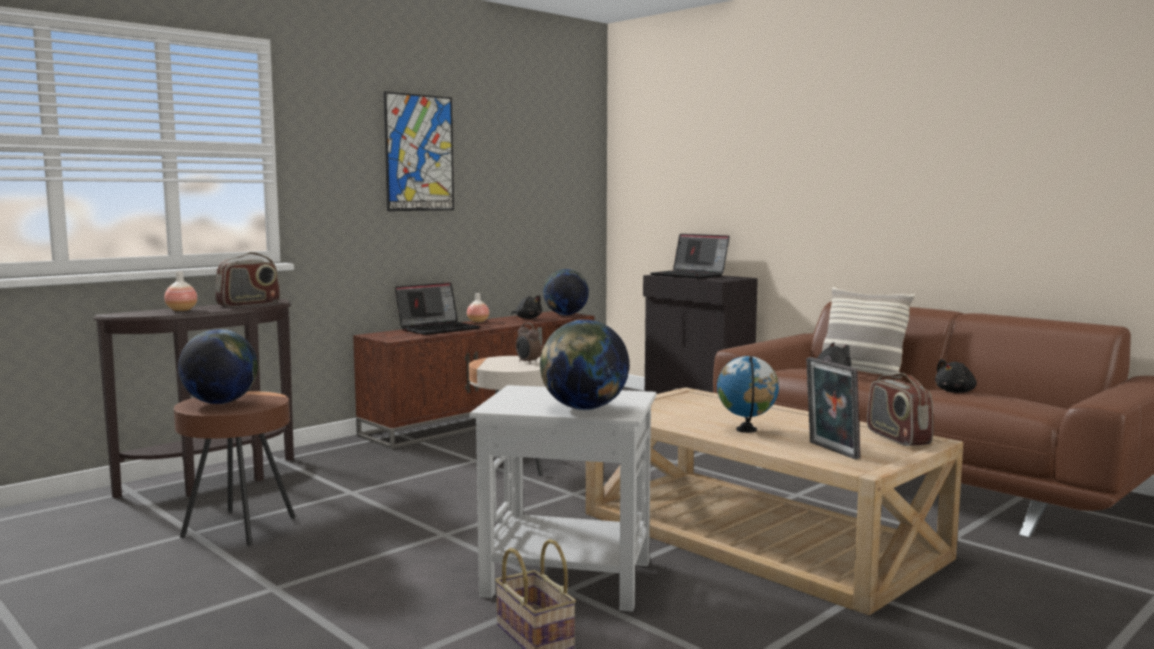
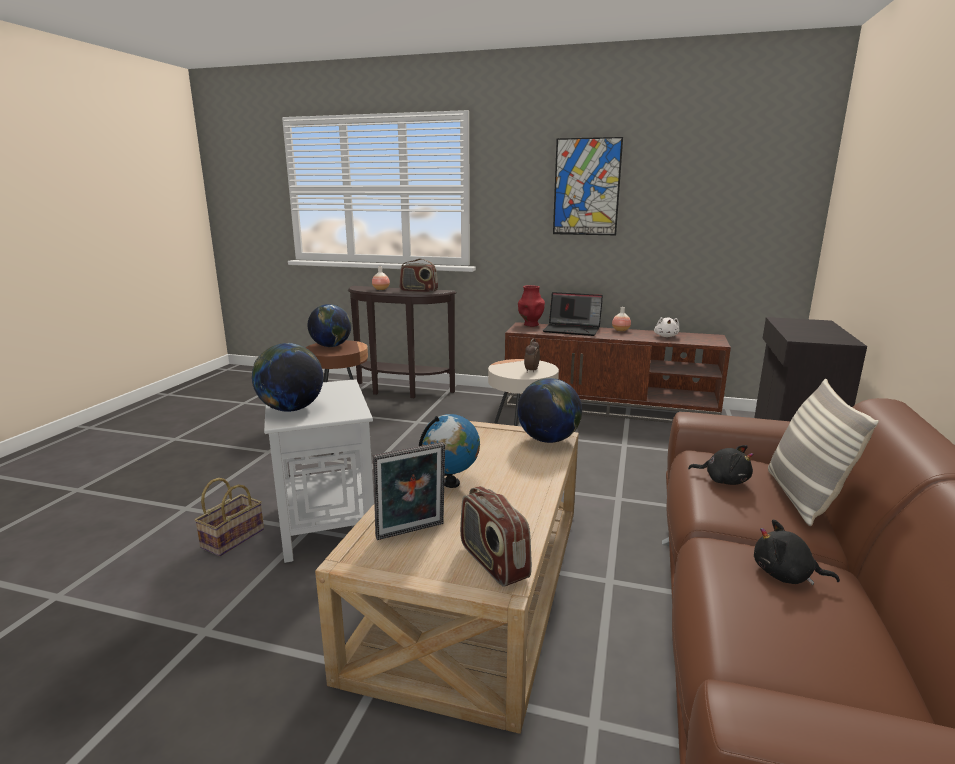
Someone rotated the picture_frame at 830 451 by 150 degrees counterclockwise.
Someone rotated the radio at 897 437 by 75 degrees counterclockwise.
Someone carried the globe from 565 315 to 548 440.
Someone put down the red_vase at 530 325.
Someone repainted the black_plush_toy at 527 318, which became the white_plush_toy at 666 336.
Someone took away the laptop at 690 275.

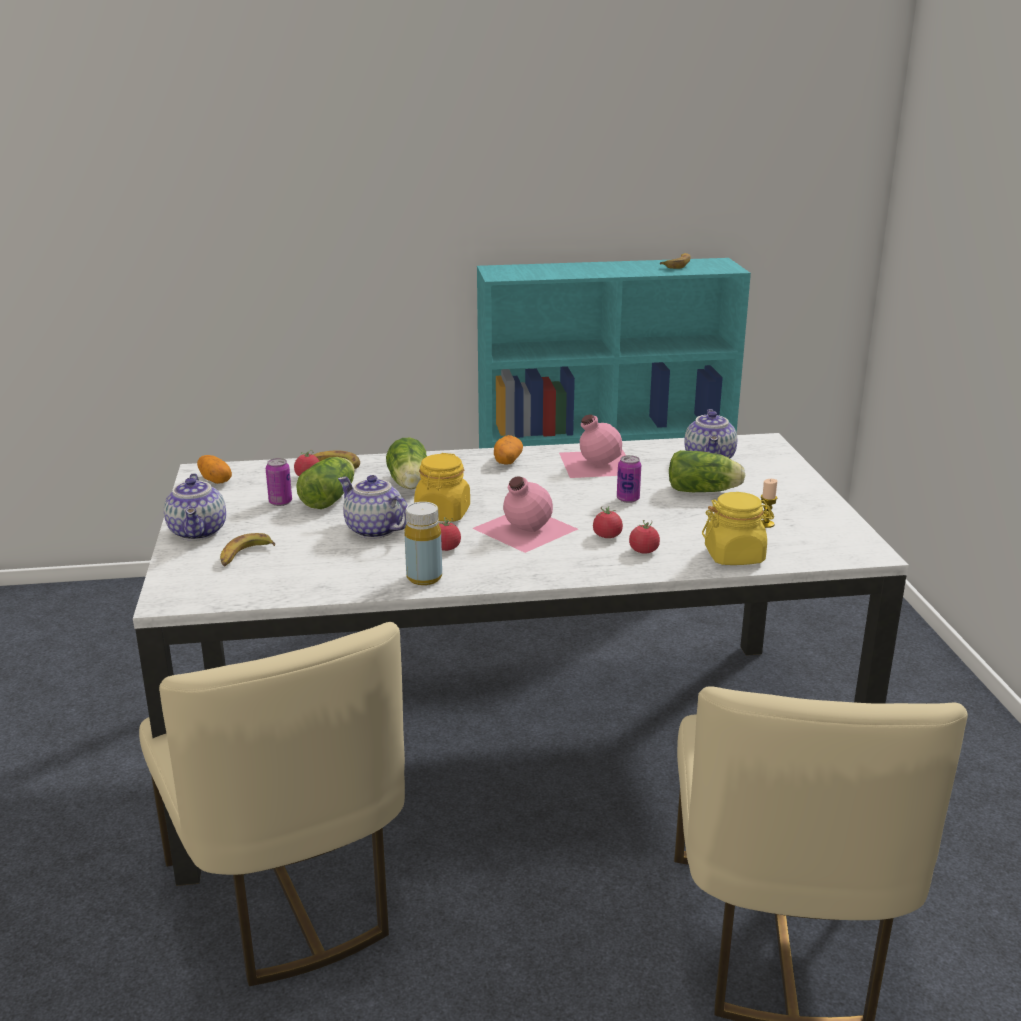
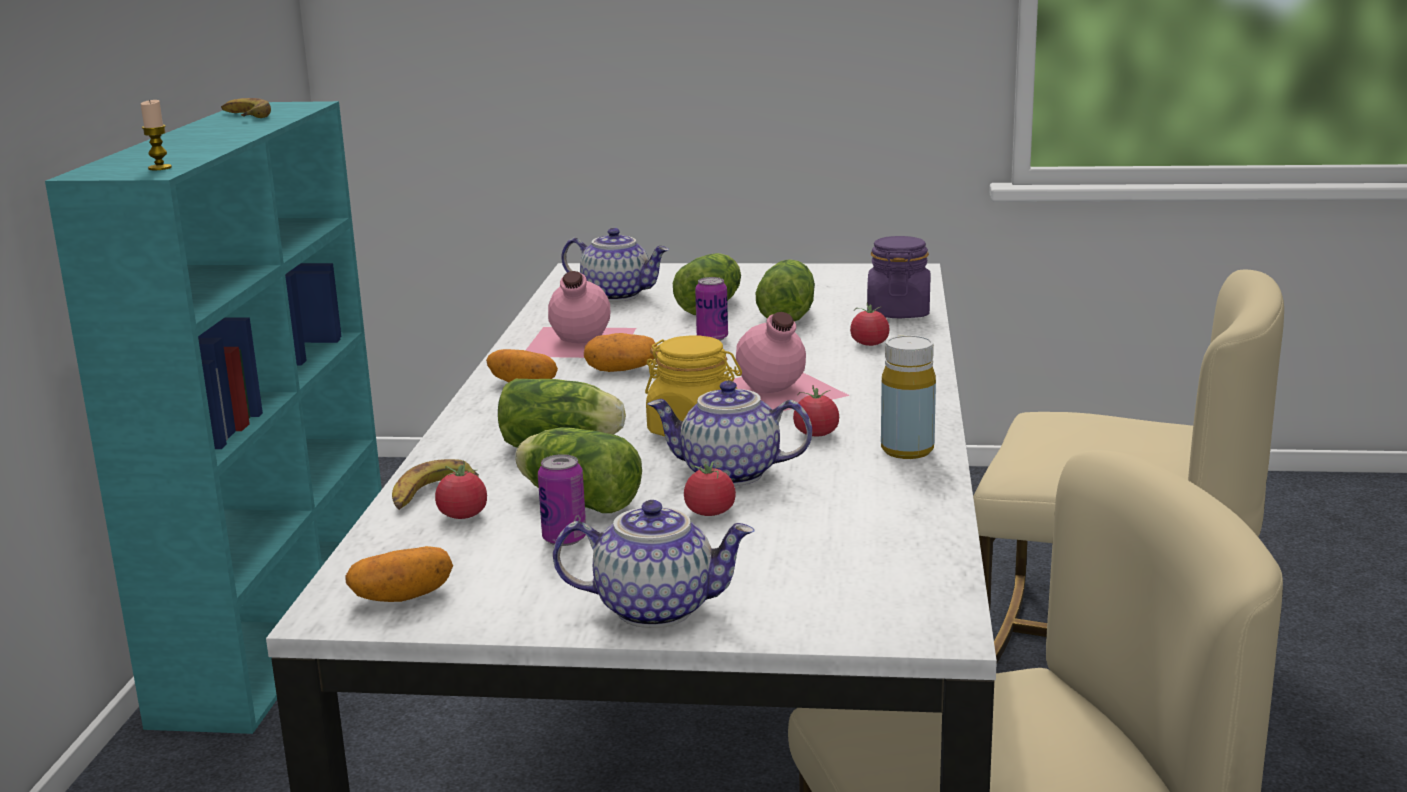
Someone carried the candle from 766 524 to 160 168.
Someone put down the potato at 621 370.
Someone rotated the teapot at 373 530 by 45 degrees clockwise.
Someone carried the tomato from 607 536 to 710 513.
Someone put down the lettuce at 788 313.
Someone repainted the yellow_jar at 734 556, which became the purple_jar at 898 312.
Someone took away the banana at 244 556.

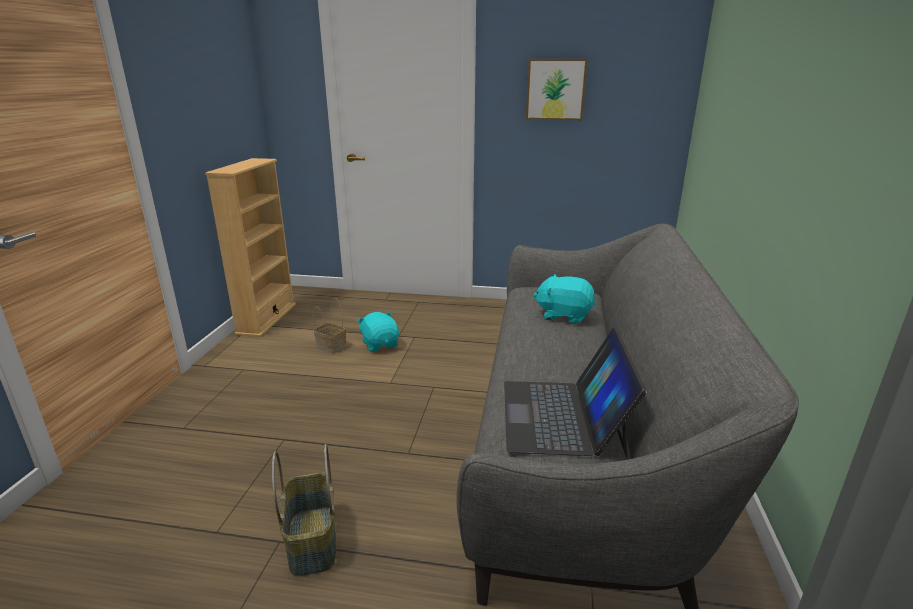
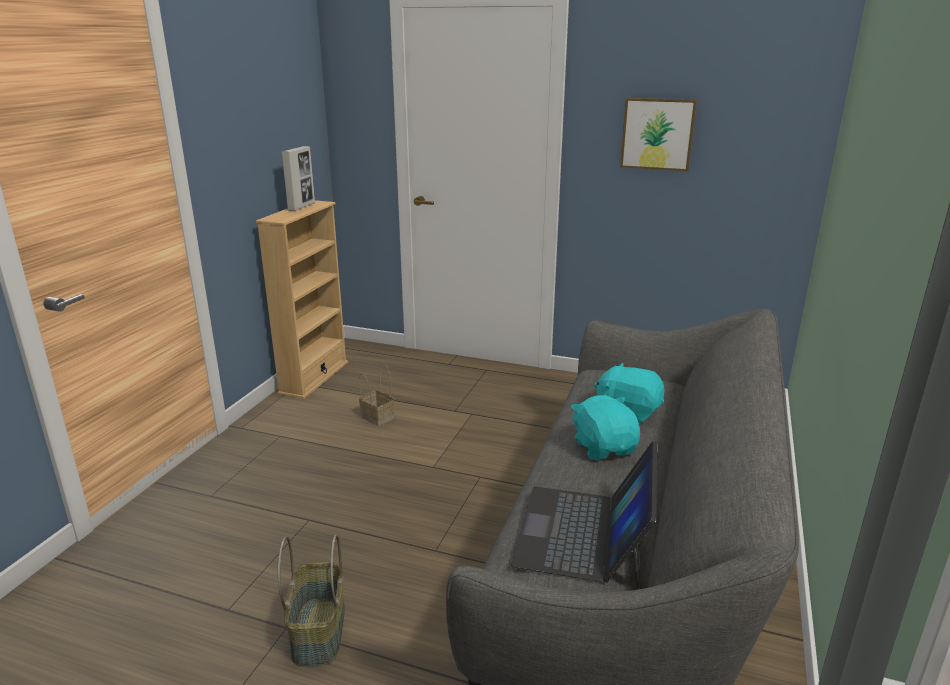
Someone put down the picture_frame at 301 207.
Someone carried the turquoise_plush_toy from 380 344 to 604 447.

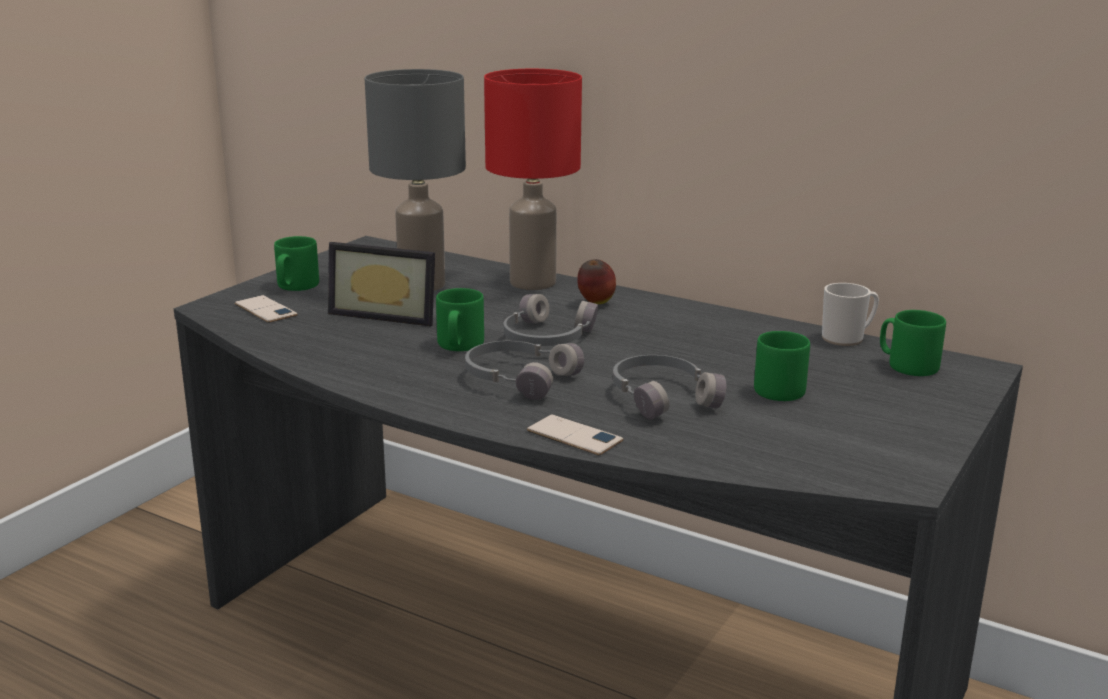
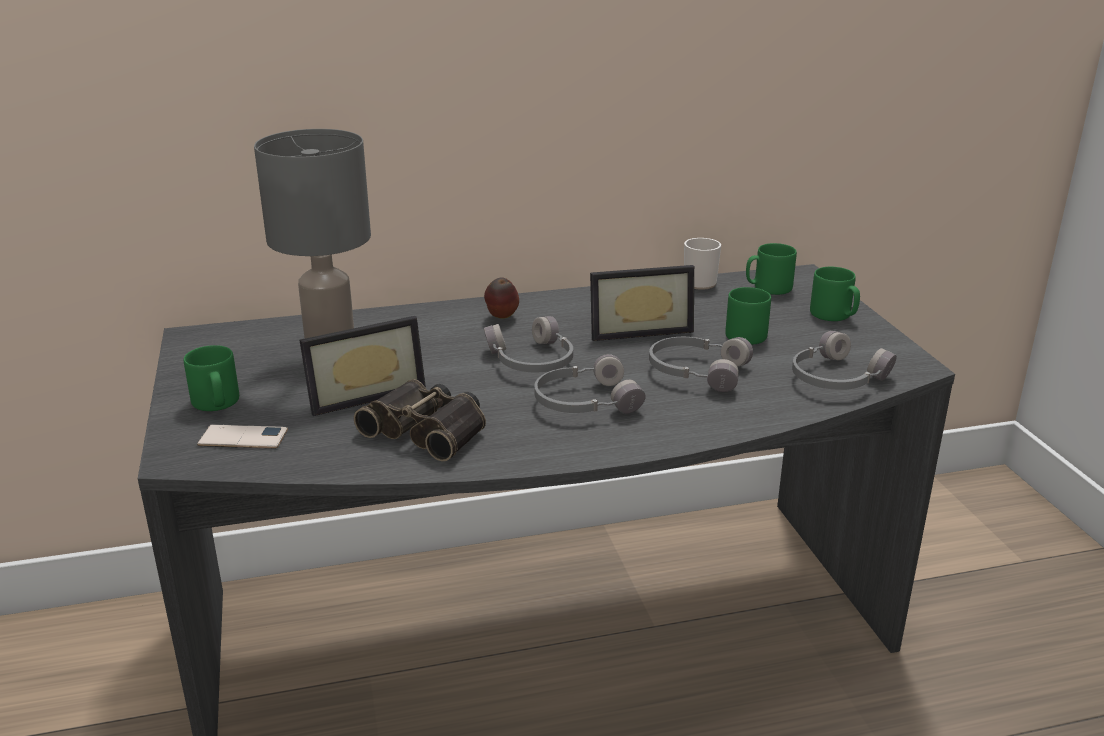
Someone put down the binoculars at 429 429.
Someone put down the picture_frame at 638 329.
Someone put down the grey_headphones at 835 378.
Someone carried the green_mug from 459 346 to 834 315.
Someone took away the red_table_lamp at 534 283.
Someone took away the phone at 574 436.

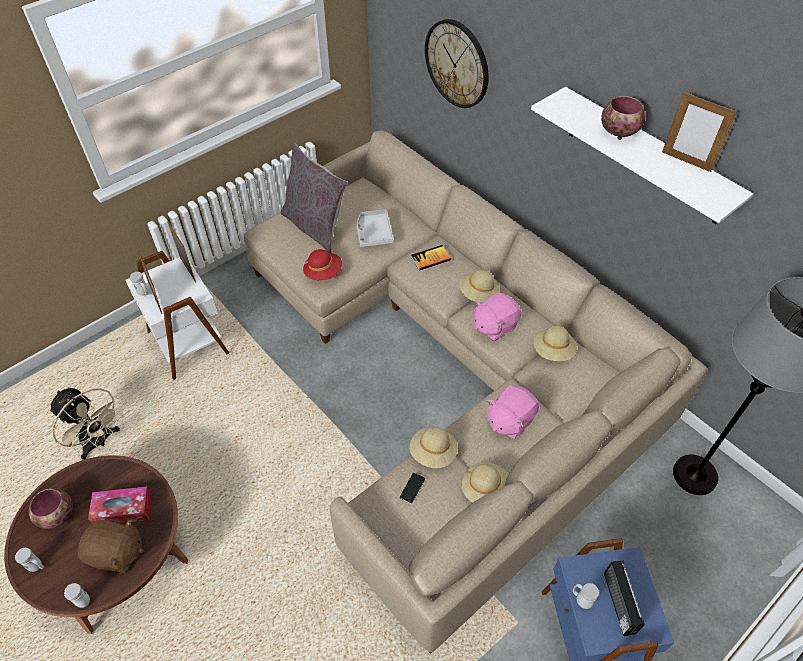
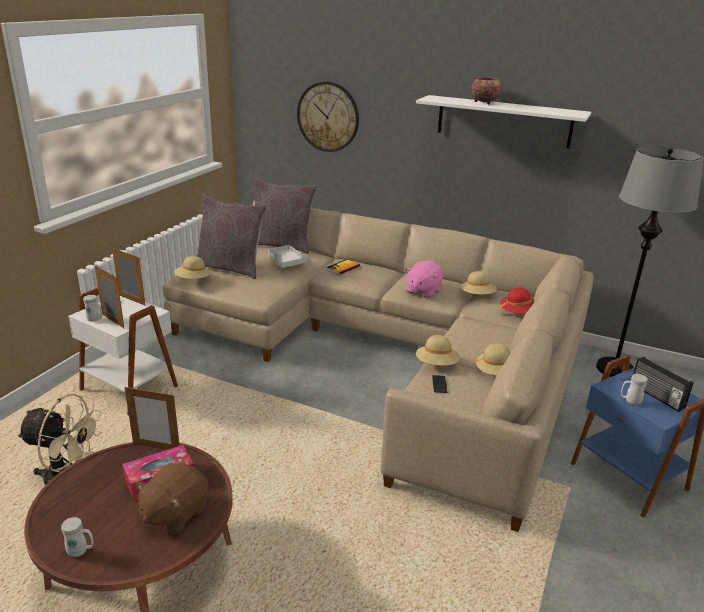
Someone carried the picture_frame from 686 161 to 156 447.
Someone rotated the brown_plush_toy at 116 553 by 135 degrees clockwise.
Someone carried the beige_hat from 478 294 to 193 280.
Someone put down the grey_pillow at 281 245.
Someone carried the red_hat from 323 273 to 518 313.
Someone took away the bowl at 57 516.
Someone took away the white_mug at 81 599.
Someone took away the pink_plush_toy at 509 420.

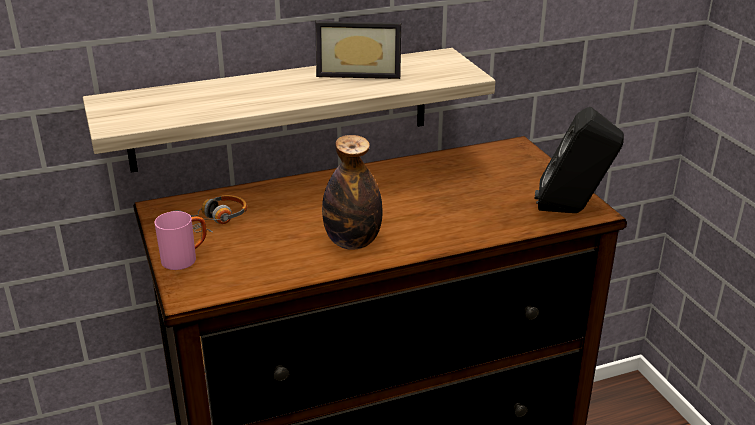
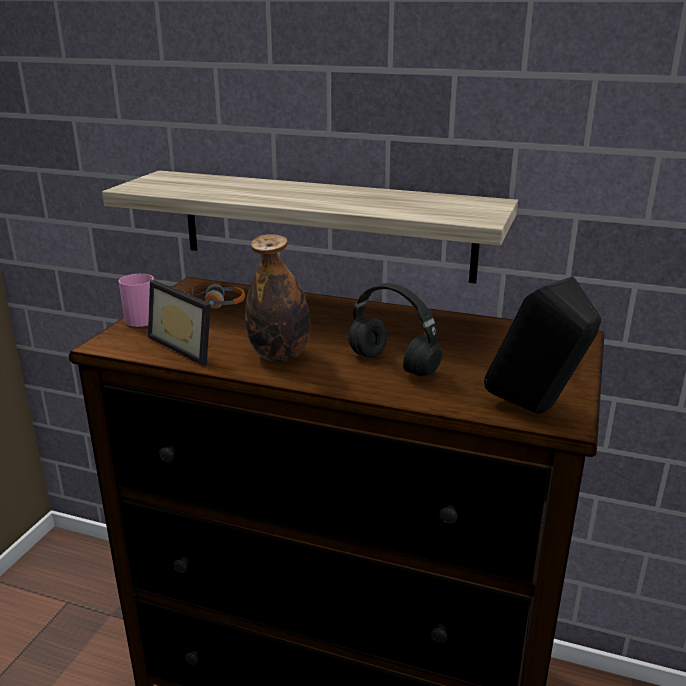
Someone carried the picture_frame from 359 73 to 188 346.
Someone put down the black_headphones at 395 364.

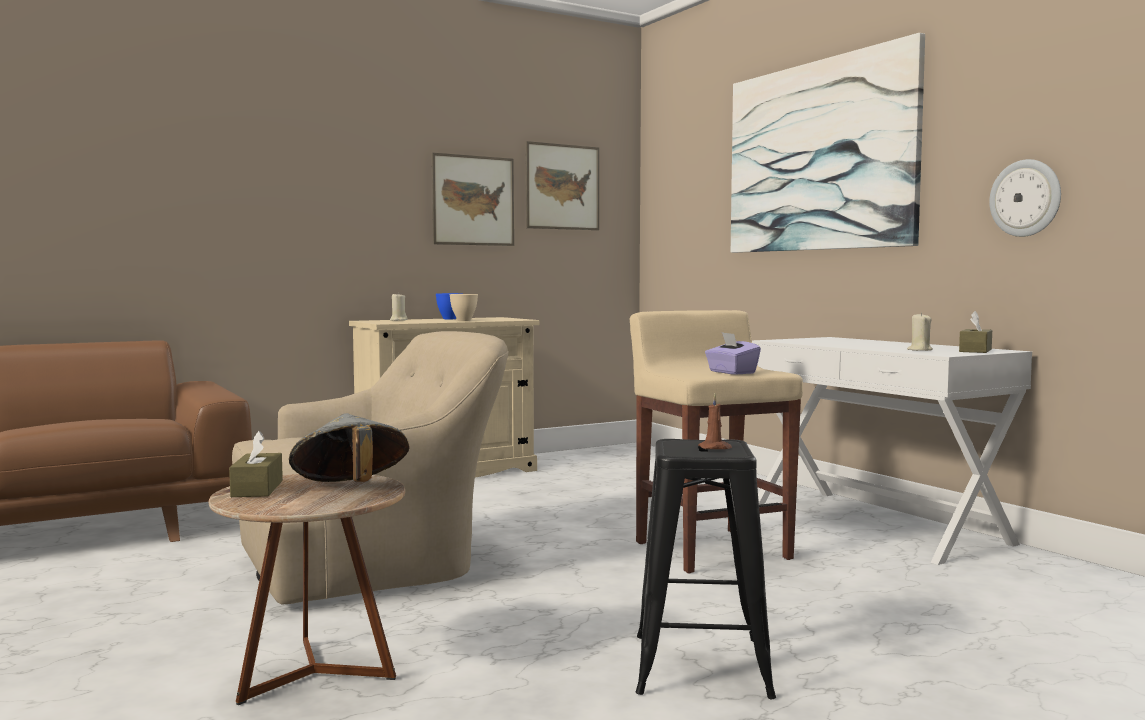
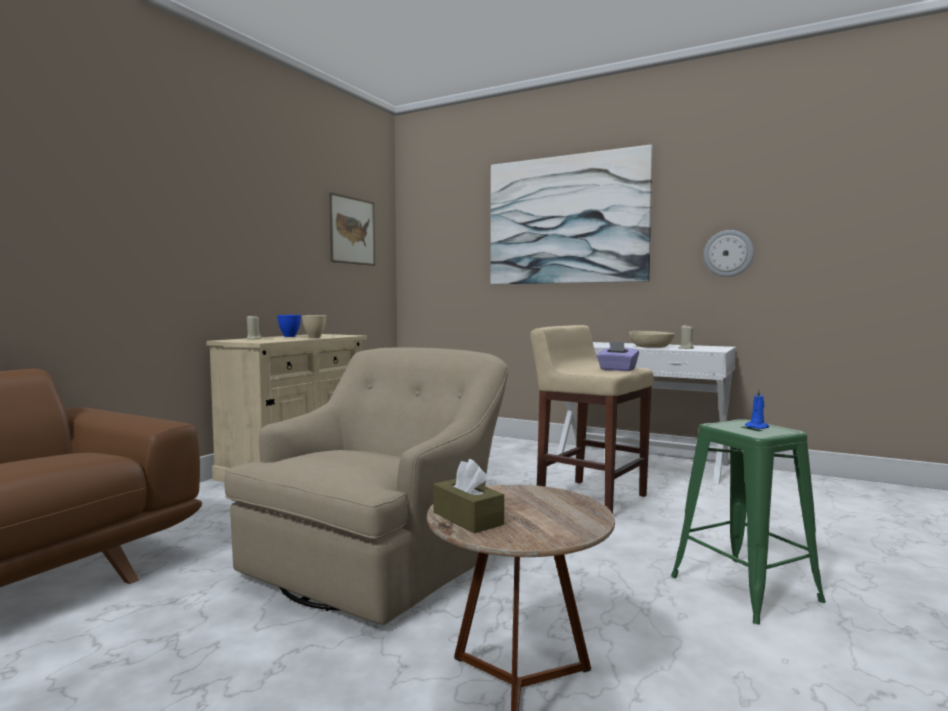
Someone put down the beige_bowl at 651 347.
Someone repainted the black_stool at 700 664, which became the green_stool at 743 588.
Someone repainted the brown_candle at 715 448, which became the blue_candle at 757 427.
Someone took away the grey_hat at 350 490.
Someone took away the picture at 473 200.
Someone took away the brown_tissue_box at 975 350.

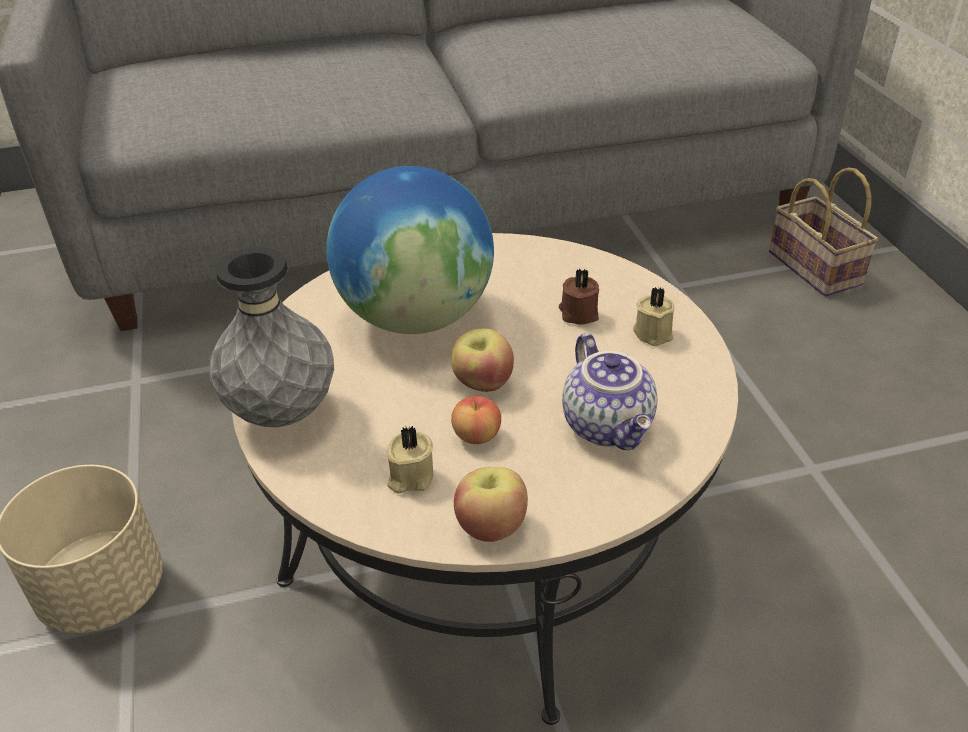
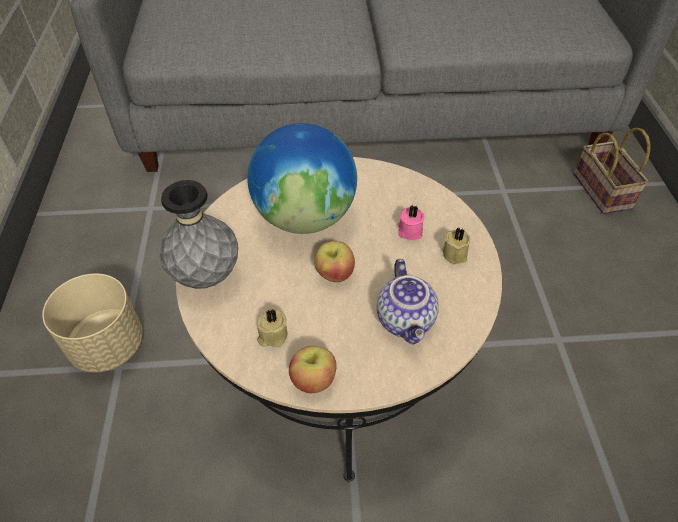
Someone repainted the brown_candle at 578 313, which became the pink_candle at 409 230.
Someone took away the apple at 476 435.

